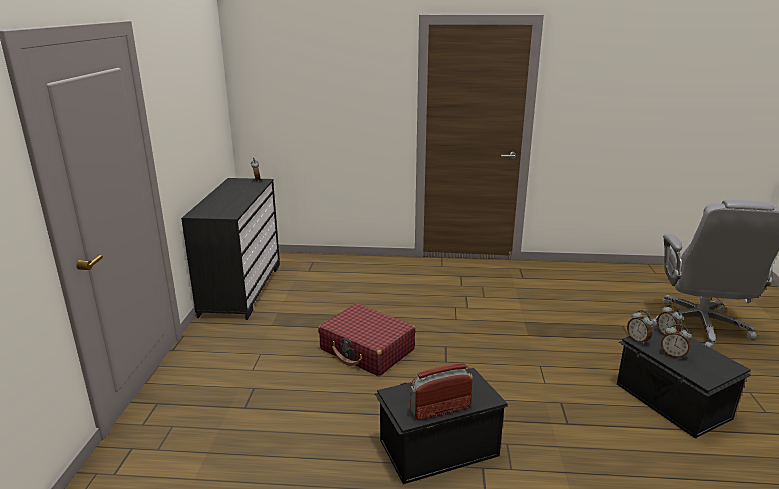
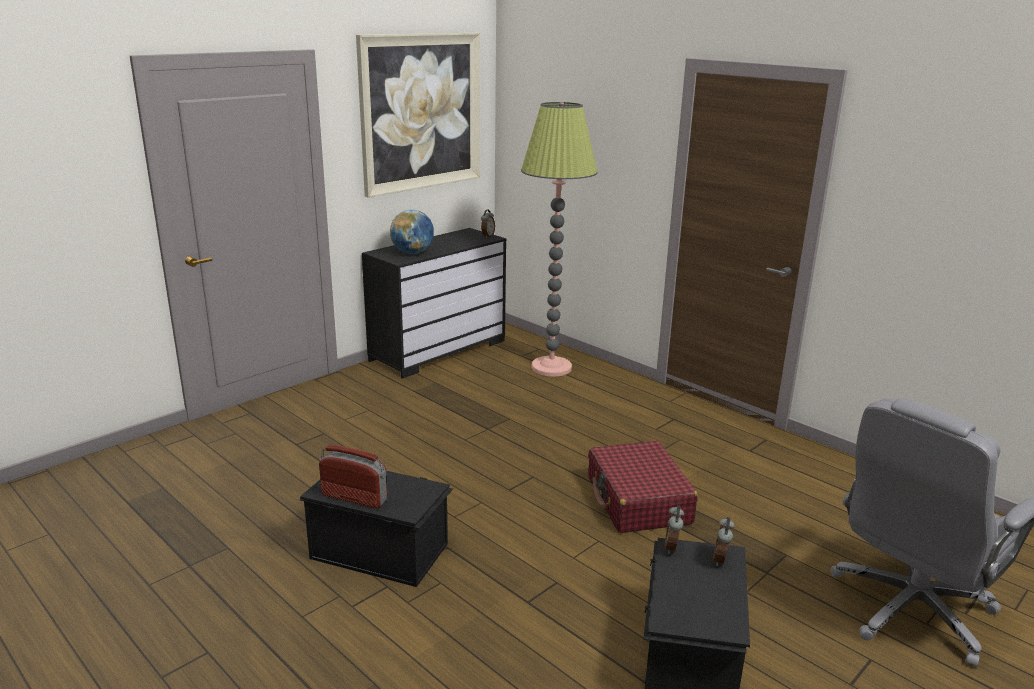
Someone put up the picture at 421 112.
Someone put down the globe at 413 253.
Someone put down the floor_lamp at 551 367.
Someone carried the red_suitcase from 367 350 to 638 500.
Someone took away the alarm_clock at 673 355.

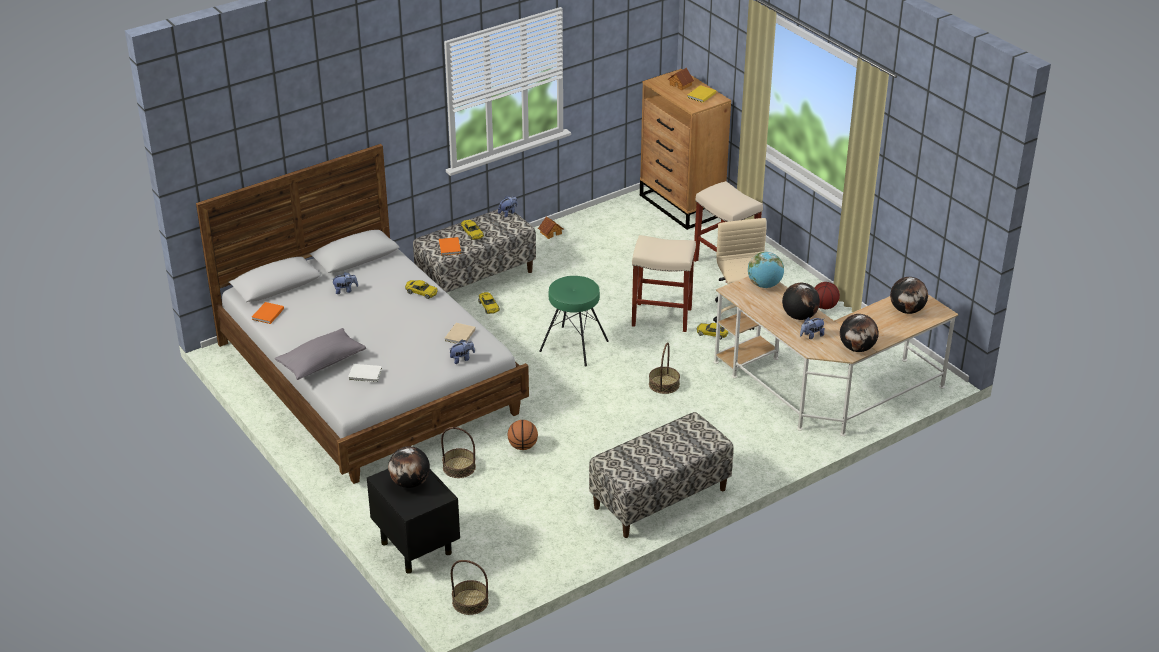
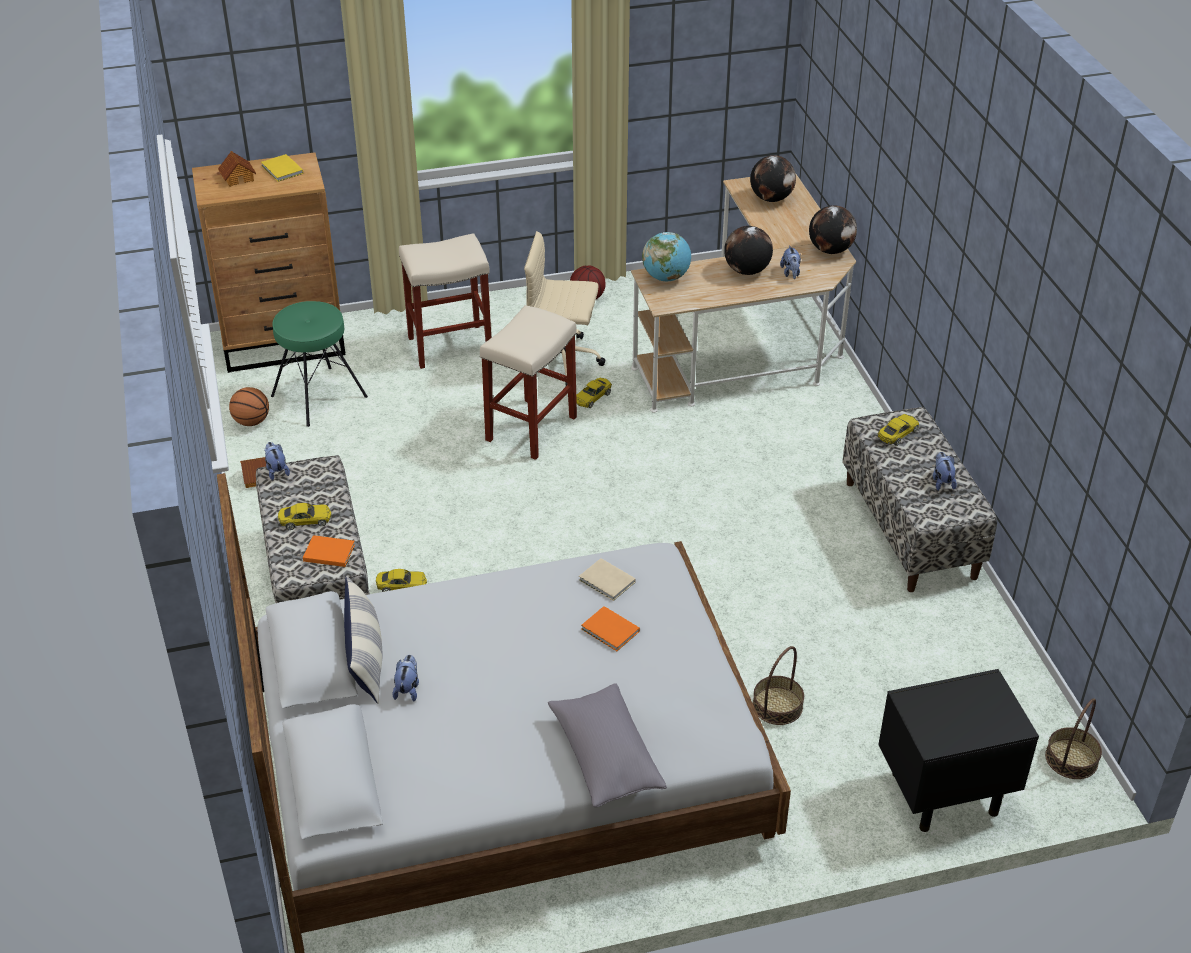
Someone carried the basketball from 523 446 to 252 421.
Someone carried the green_stool from 574 345 to 318 396.
Someone put down the pillow at 365 657.
Someone carried the orange_book from 267 314 to 610 631.
Someone carried the yellow_toy_car from 421 292 to 897 434.
Someone carried the plush_toy from 462 359 to 942 481.
Someone took away the white_book at 366 374.
Someone took away the globe at 410 483.
Someone took away the basket at 664 384.

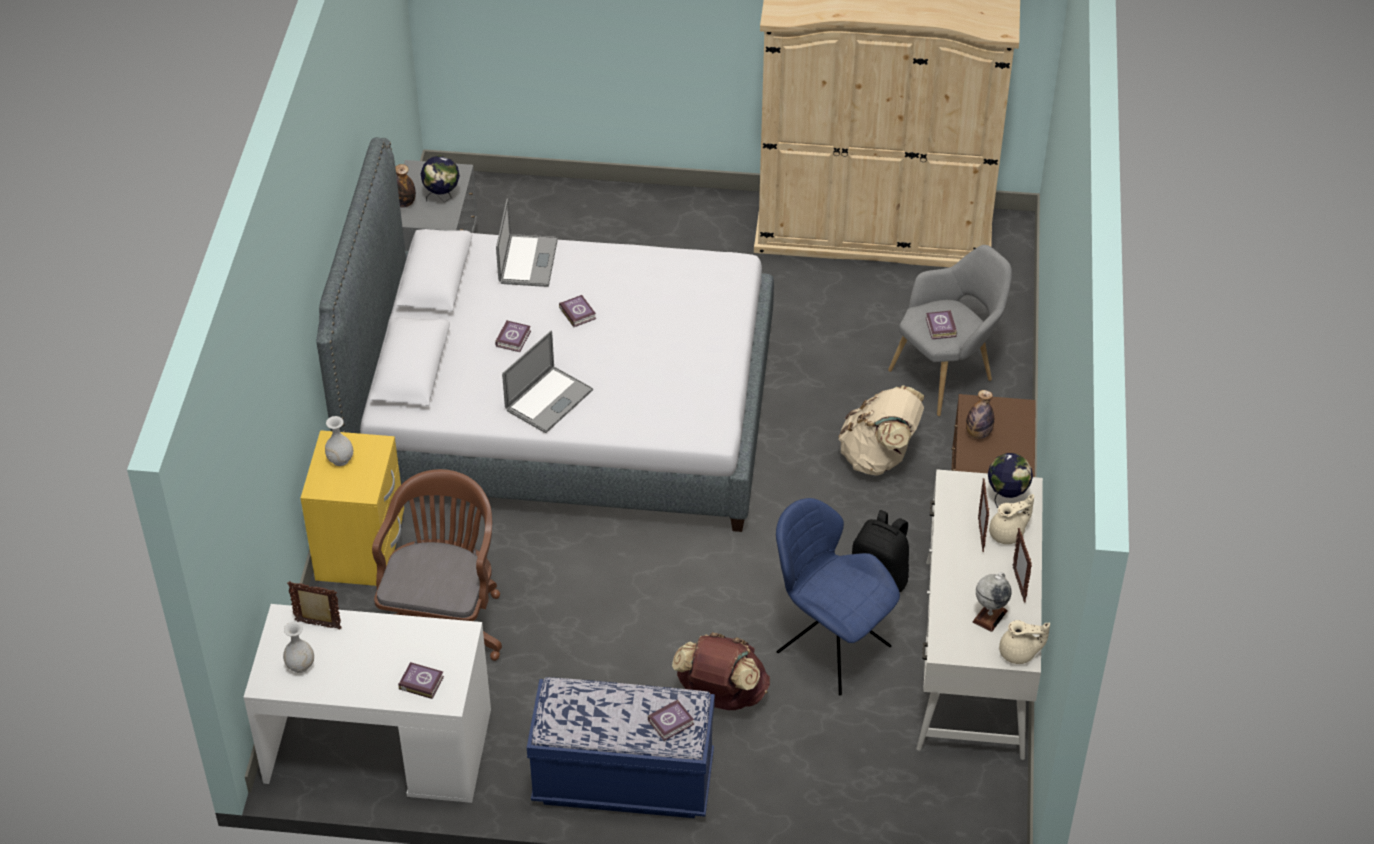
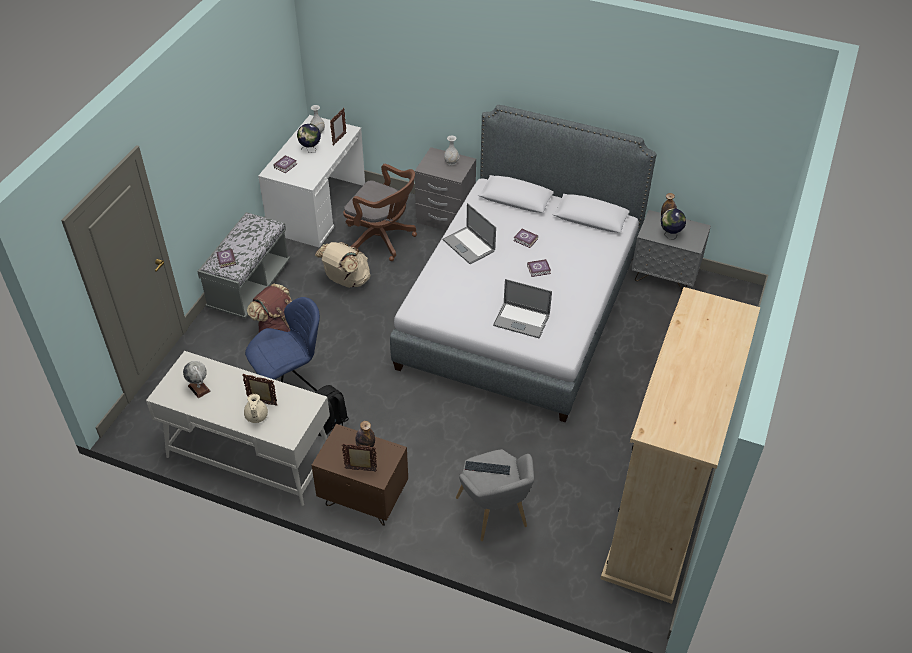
Someone repainted the blue_bench at 623 781, which became the grey_bench at 249 286.
Someone carried the globe from 1006 498 to 310 150.
Someone carried the beige_backpack from 879 457 to 346 280.
Someone carried the picture_frame from 1019 584 to 361 470.
Someone repainted the yellow_nightstand at 361 549, which became the grey_nightstand at 445 218.
Someone swapped the book at 940 328 for the keyboard at 487 468.
Someone carried the laptop from 528 261 to 521 320.
Someone took away the beige_teapot at 1019 653.

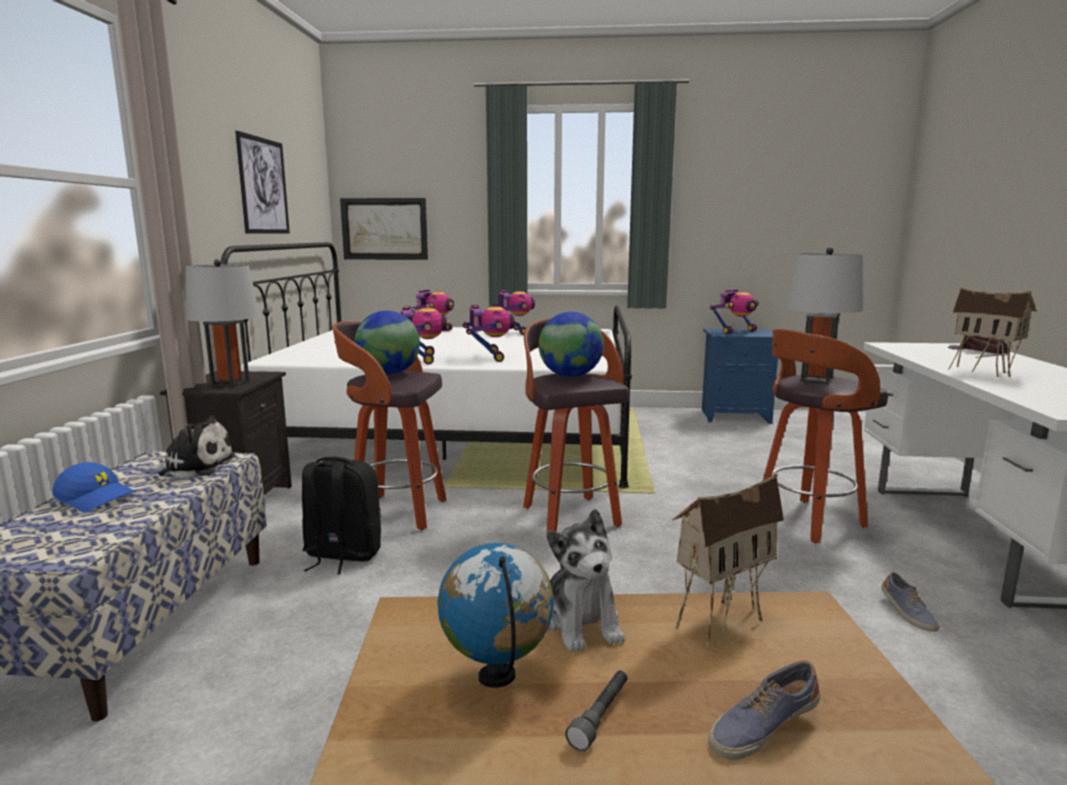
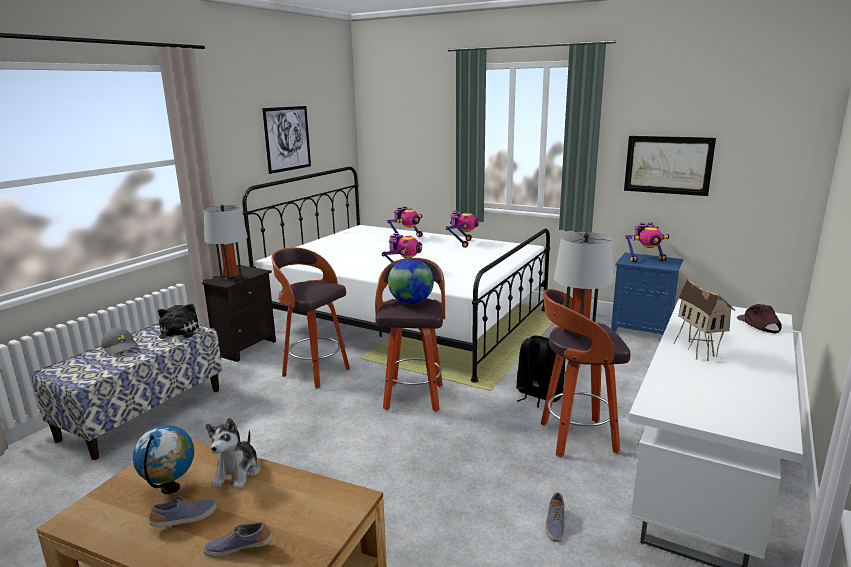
Someone repainted the blue_cap at 97 498, which became the grey_cap at 121 347.
Someone swapped the grey_flashlight at 600 716 for the shoe at 185 520.
Someone rotated the plush_toy at 193 467 by 120 degrees counterclockwise.
Someone carried the black_backpack from 341 555 to 538 395.
Someone carried the picture from 384 229 to 668 165.
Someone took away the globe at 389 374.
Someone took away the toy_robot at 421 359.
Someone took away the toy_house at 719 618.

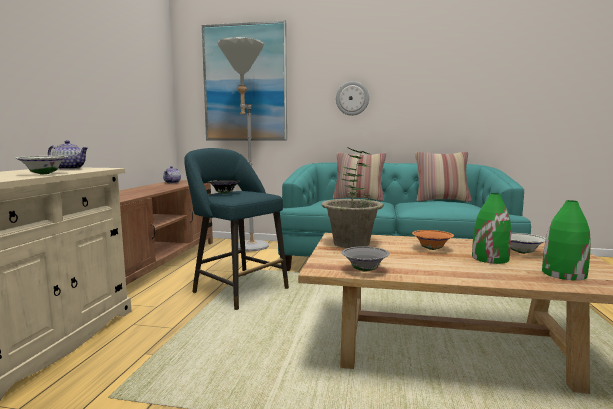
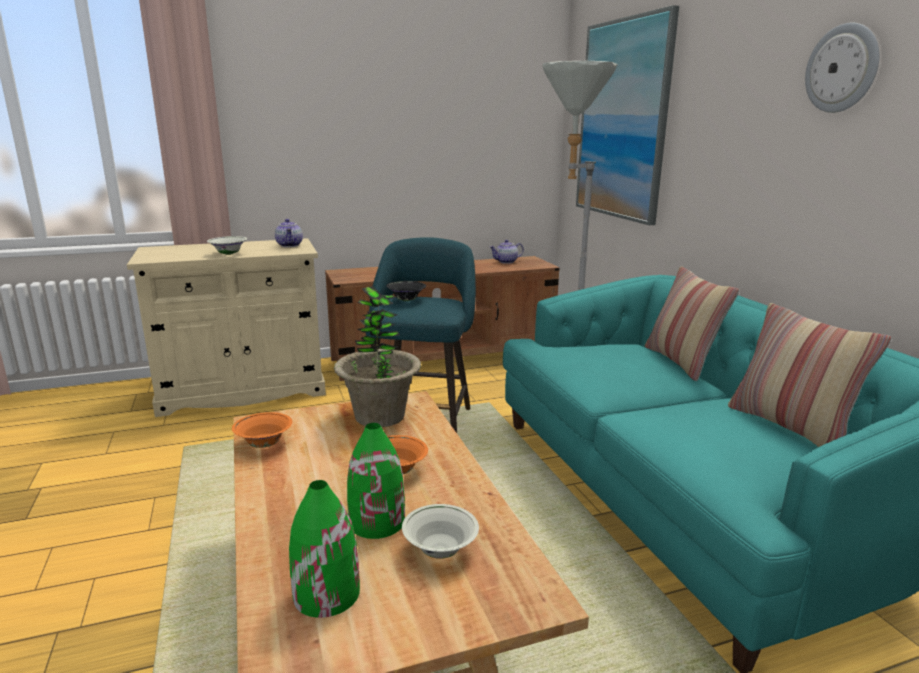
Someone repainted the grey_bowl at 365 270, which became the orange_bowl at 264 444.
Someone carried the wall_clock from 352 98 to 842 68.

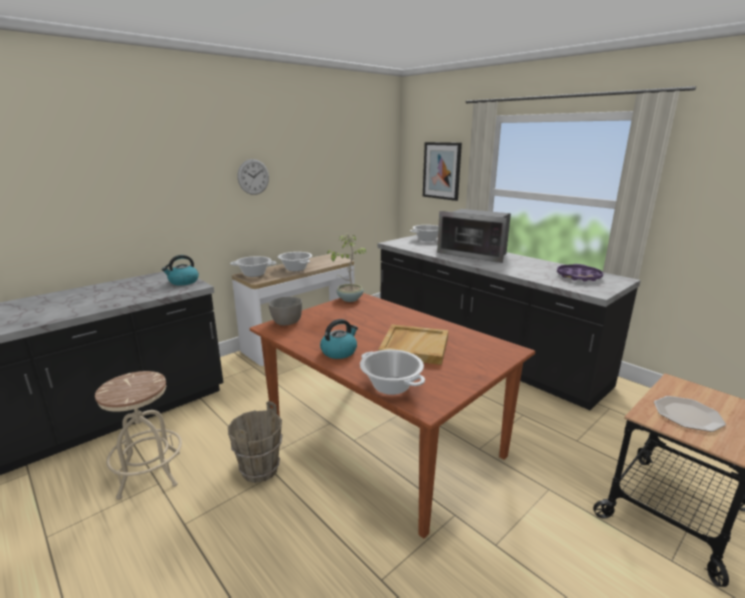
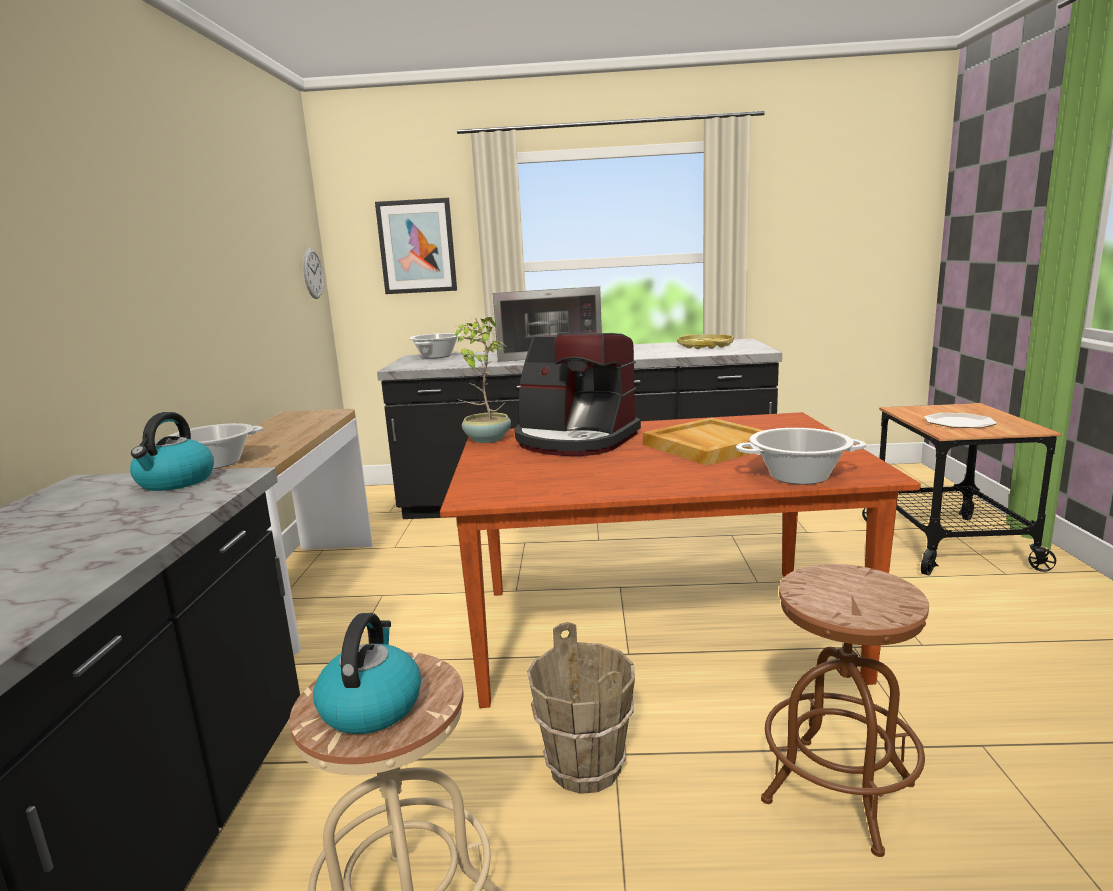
Someone carried the wall_clock from 253 177 to 312 273.
Someone carried the kettle from 339 351 to 371 706.
Someone put down the coffee_machine at 575 440.
Someone repainted the purple_tray at 578 276, which became the yellow_tray at 705 346.
Someone put down the brown_stool at 838 792.
Someone took away the grey_bowl at 286 322.
Someone took away the cooking_pot at 295 269.

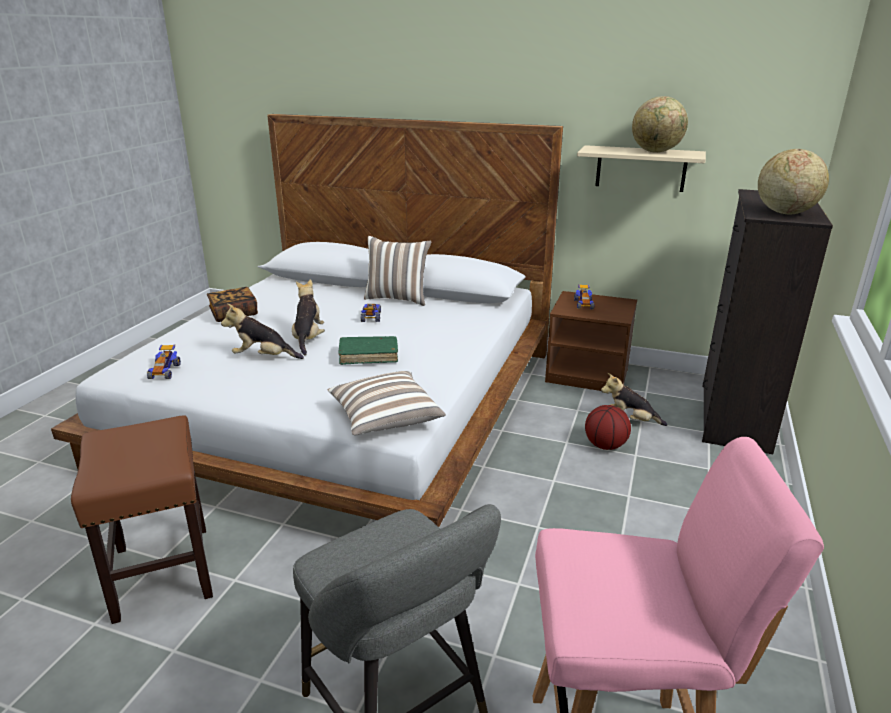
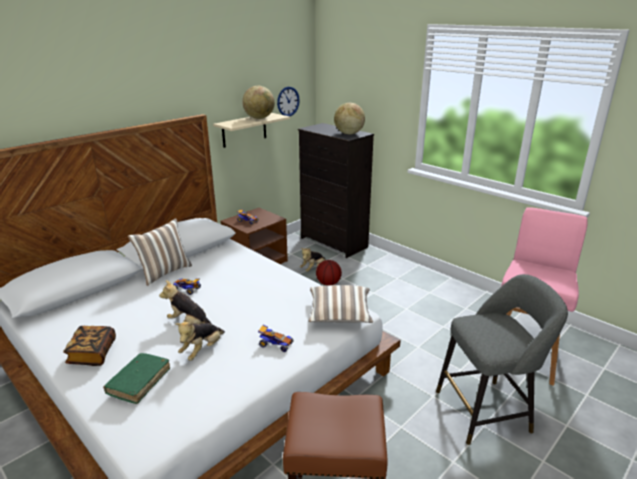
Someone carried the green_book from 368 356 to 139 382.
Someone carried the toy_car from 165 371 to 275 344.
Someone put up the wall_clock at 288 101.

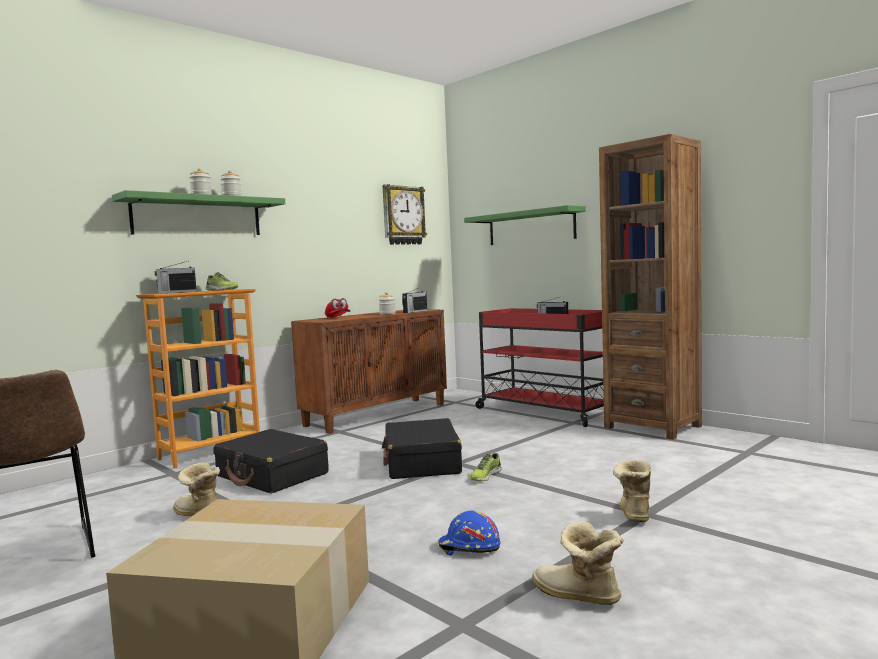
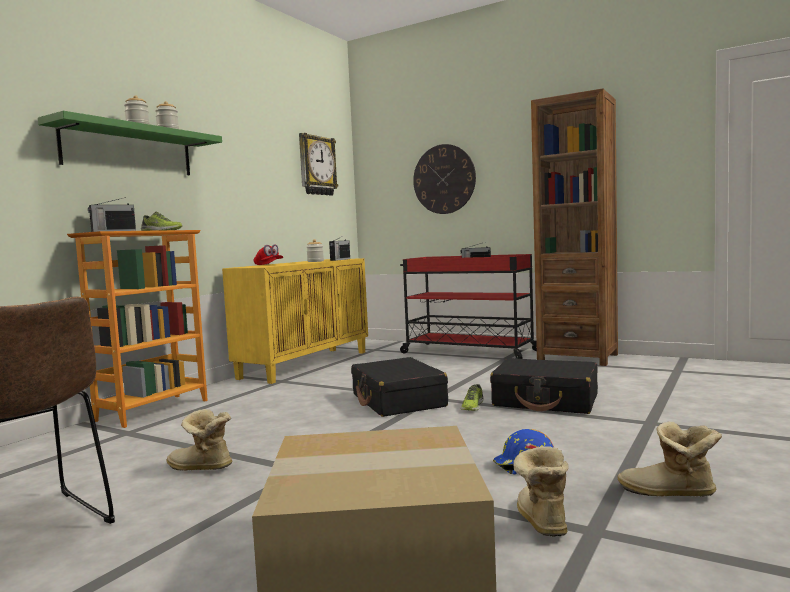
Someone repainted the brown_cabinet at 377 414, which became the yellow_cabinet at 305 364.
Someone swapped the green_shelf at 530 227 for the wall_clock at 444 179.
Someone carried the black_suitcase from 272 475 to 546 401.
Someone carried the boot from 633 514 to 540 521.

